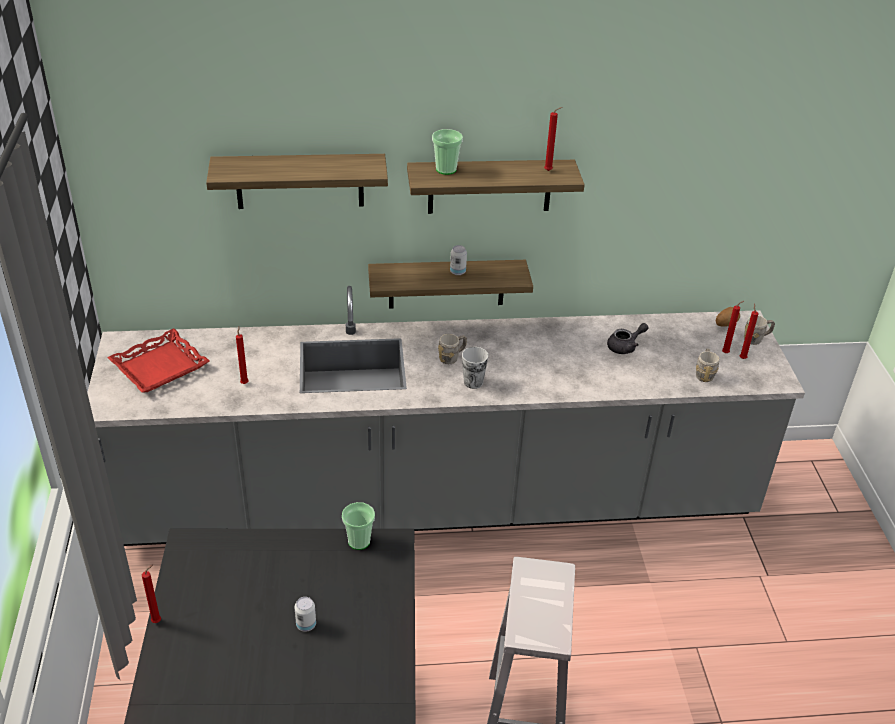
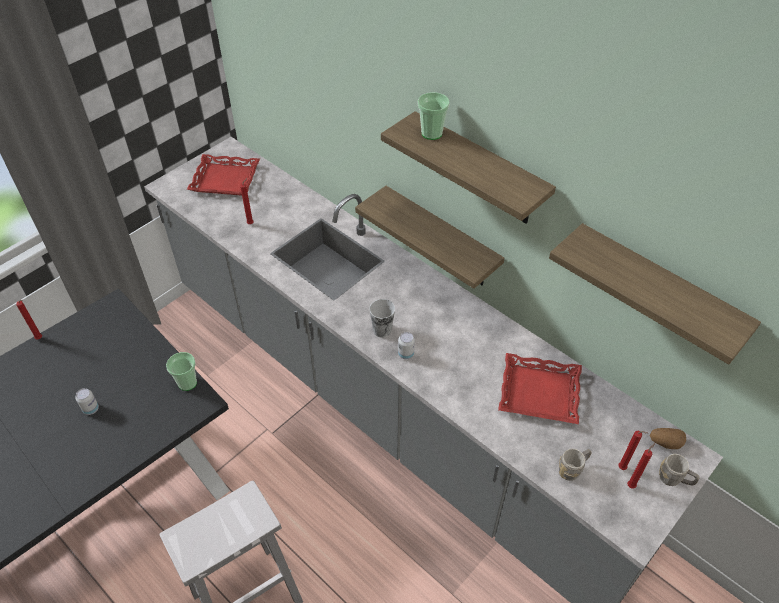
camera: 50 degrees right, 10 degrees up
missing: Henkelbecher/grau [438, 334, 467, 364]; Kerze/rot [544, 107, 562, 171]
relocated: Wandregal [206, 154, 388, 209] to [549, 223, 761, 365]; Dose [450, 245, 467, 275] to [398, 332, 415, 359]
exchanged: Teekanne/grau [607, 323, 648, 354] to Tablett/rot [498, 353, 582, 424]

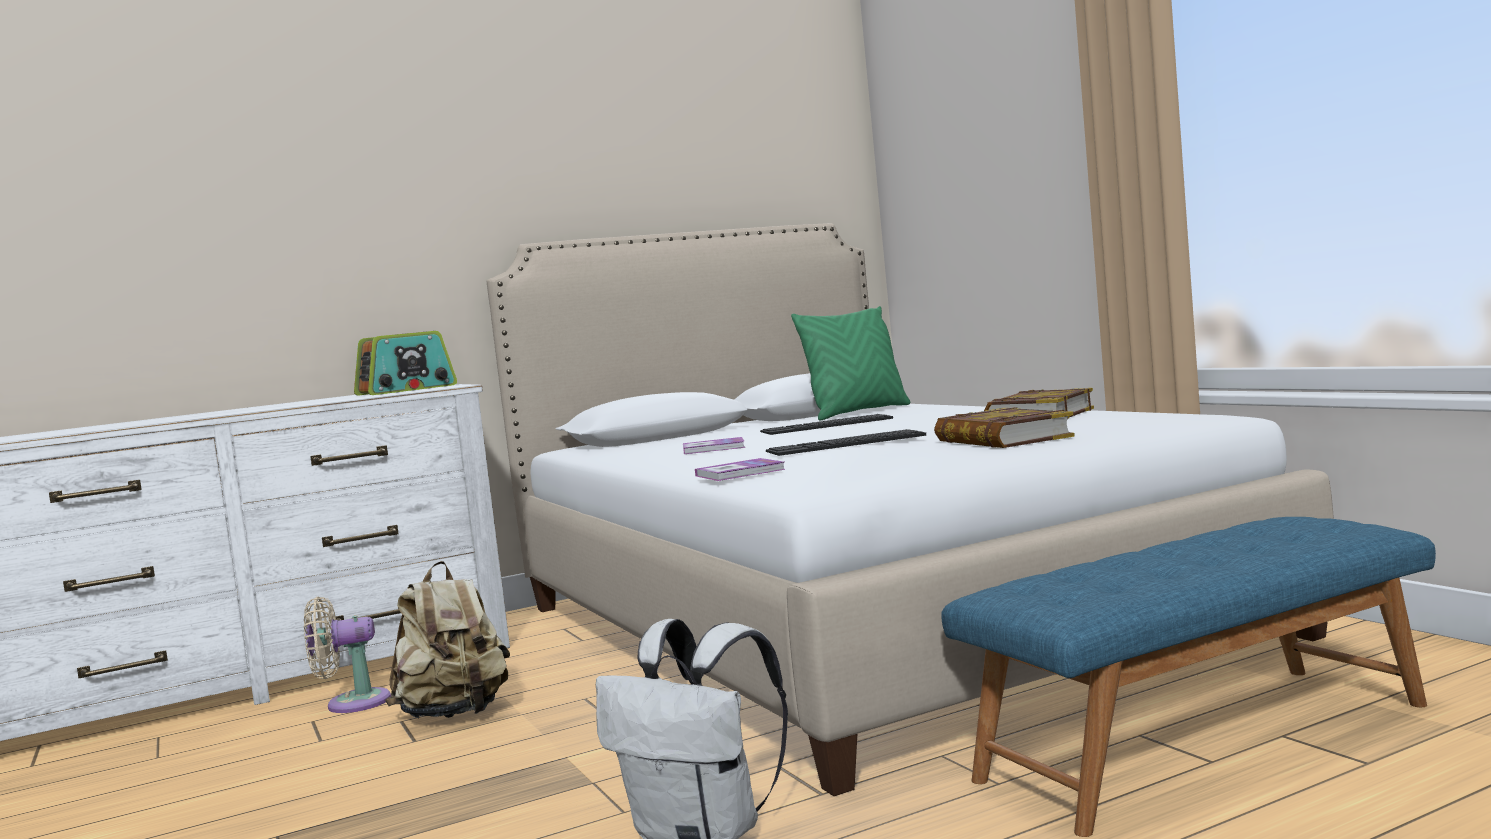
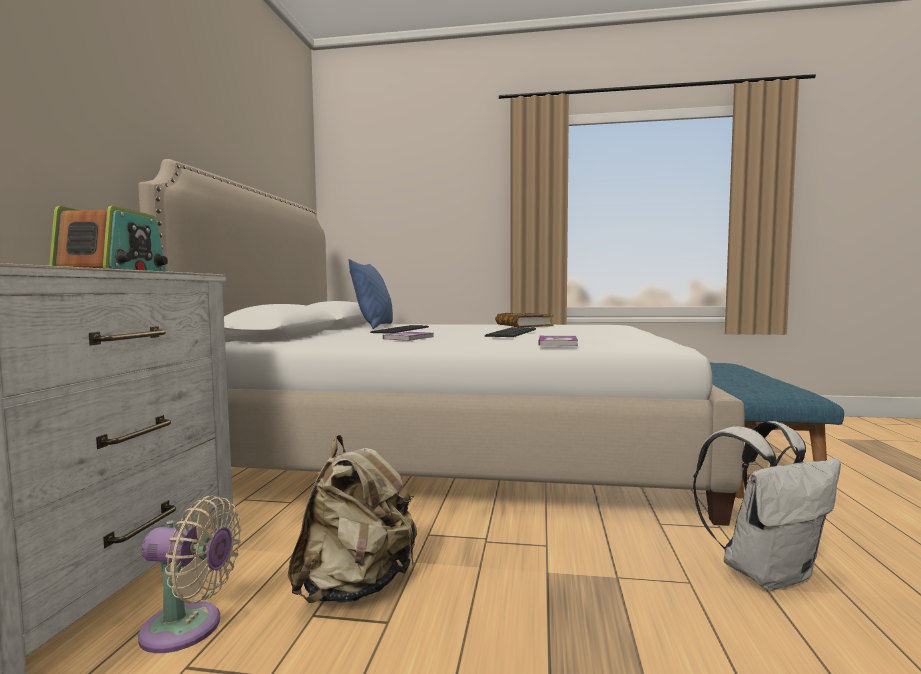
camera: 55 degrees left, 0 degrees up
missing: Buch [934, 407, 1075, 448]
colour: Kissen/grün [791, 306, 910, 420] to Kissen/blau [349, 259, 393, 329]
spun: Ventilator/beige [304, 597, 391, 713] = [138, 496, 241, 653] 105 degrees counterclockwise

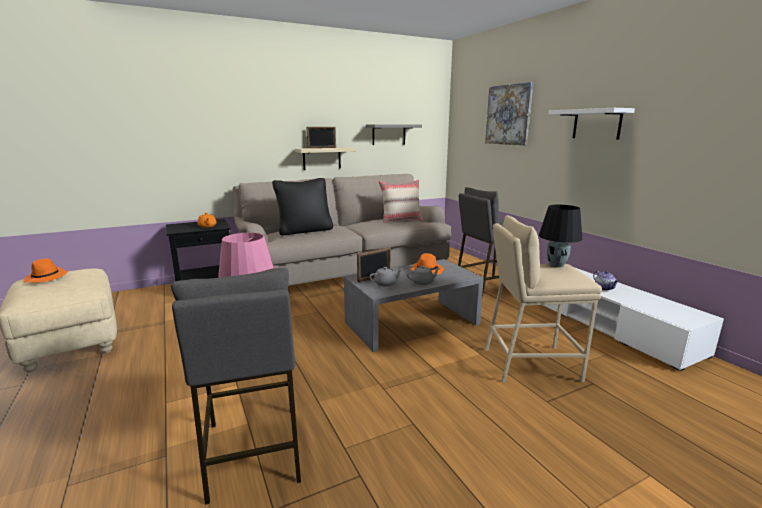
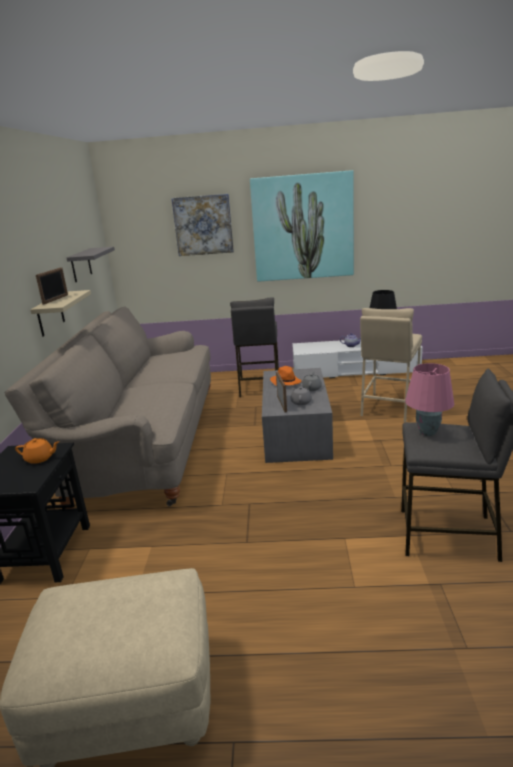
camera: 60 degrees left, 5 degrees up
missing: Hut/orange [24, 258, 68, 283]; Kissen/schwarz [272, 178, 333, 235]; Kissen/beige [379, 179, 423, 223]
exchanged: Wandregal/weiß [548, 108, 635, 140] to Bild [250, 170, 354, 282]

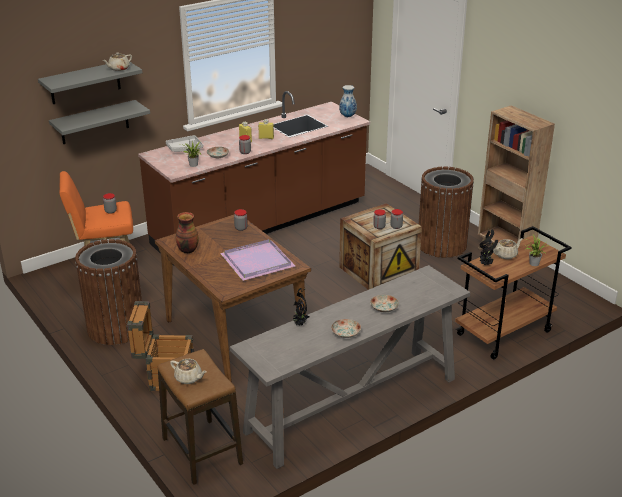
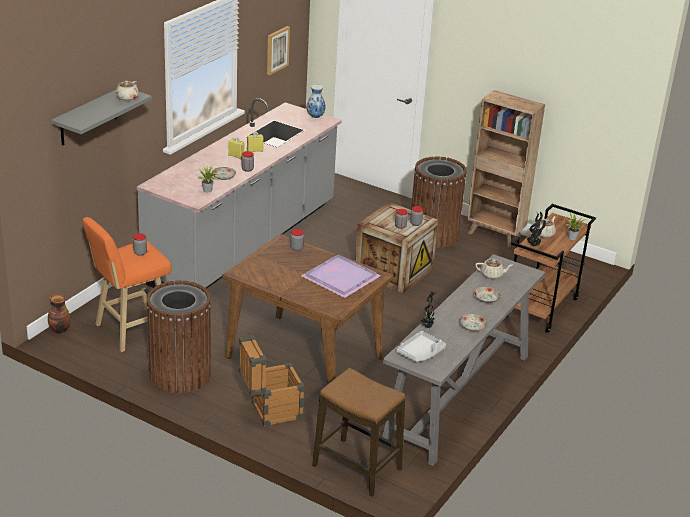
camera: 25 degrees left, 0 degrees up
missing: Wandregal/grau [49, 100, 150, 144]
appeared: Bild [267, 26, 290, 75]
relocated: Tablett/grau [166, 135, 203, 152] to [396, 331, 446, 362]; Teekanne/beige [170, 359, 207, 384] to [475, 259, 513, 279]; Vase [176, 212, 198, 254] to [48, 294, 70, 333]
colour: Küchenzeile/braun [138, 91, 370, 266] to Küchenzeile/grau [137, 98, 342, 289]

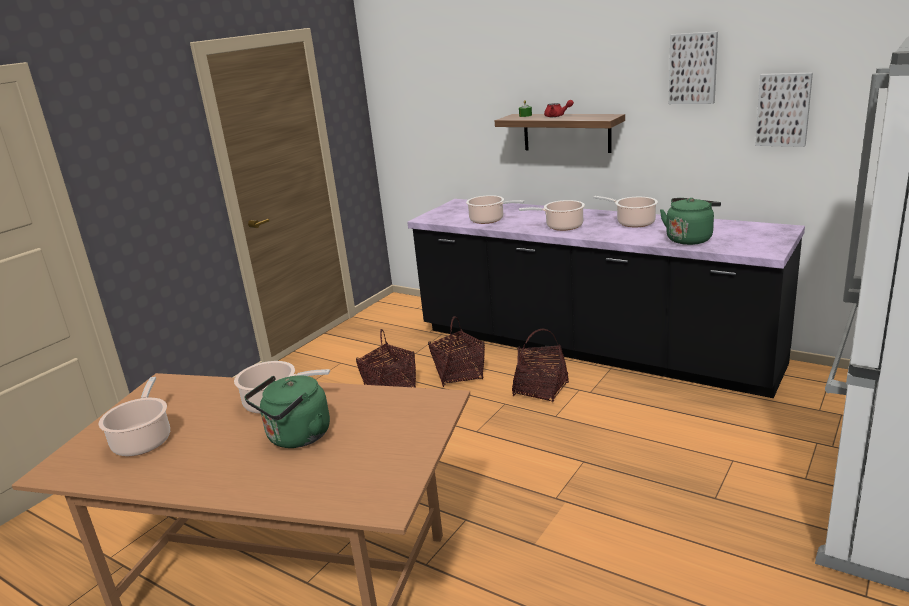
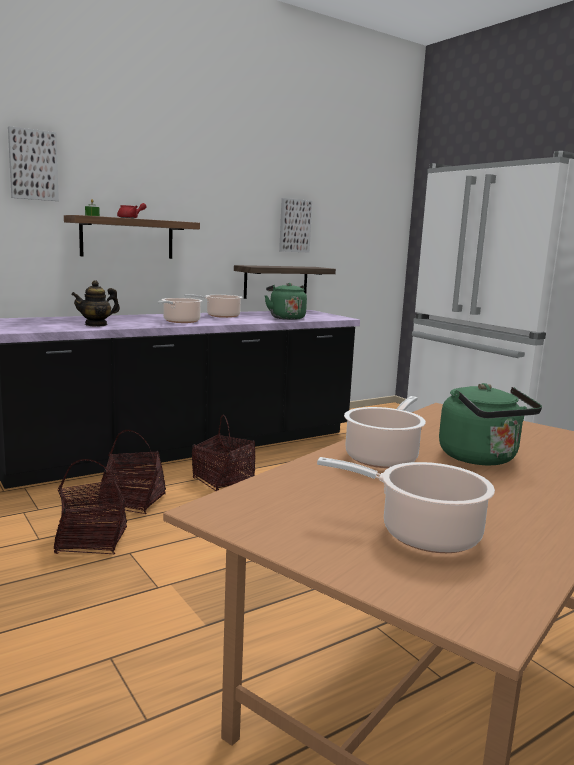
camera: 70 degrees left, 10 degrees down
appeared: Wandregal [234, 265, 336, 299]
relocated: Bild [669, 31, 718, 104] to [8, 126, 59, 201]
exchanged: Kochtopf [466, 195, 524, 224] to Teekanne [71, 280, 120, 326]

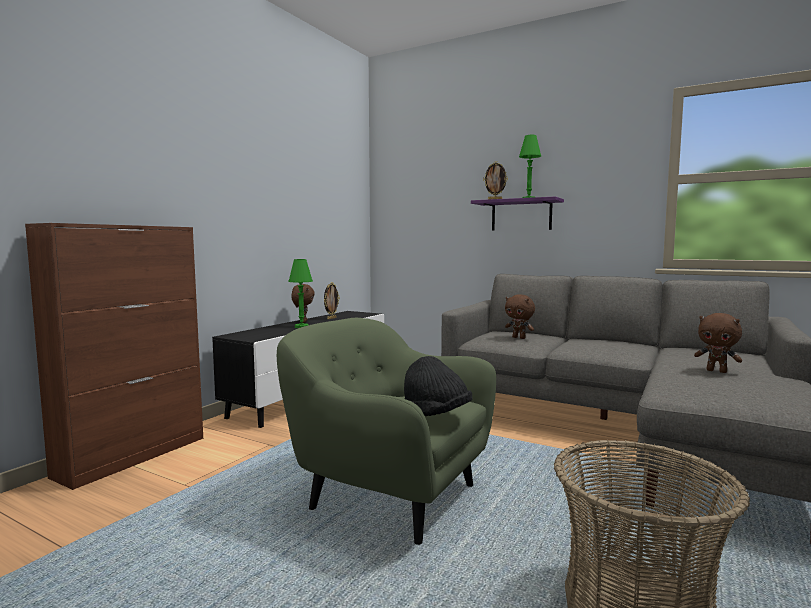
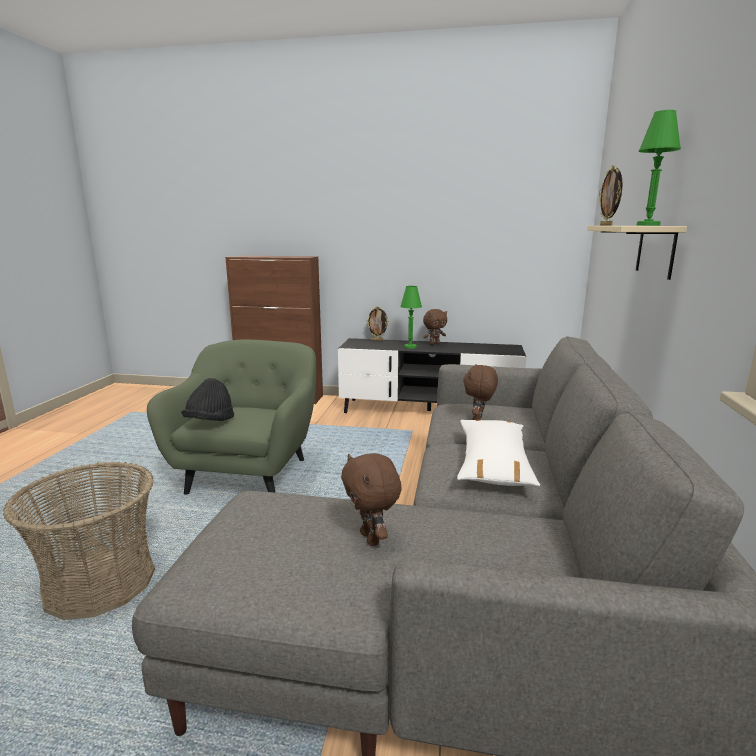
camera: 70 degrees right, 10 degrees up
appeared: Kissen/weiß [457, 420, 540, 486]
relocated: Bilderrahmen [324, 282, 340, 319] to [367, 306, 389, 341]
colour: Wandregal/lila [471, 197, 564, 230] to Wandregal/beige [587, 226, 687, 280]
spun: Plüschtier/braun [694, 313, 742, 373] = [341, 453, 402, 546] 45 degrees counterclockwise

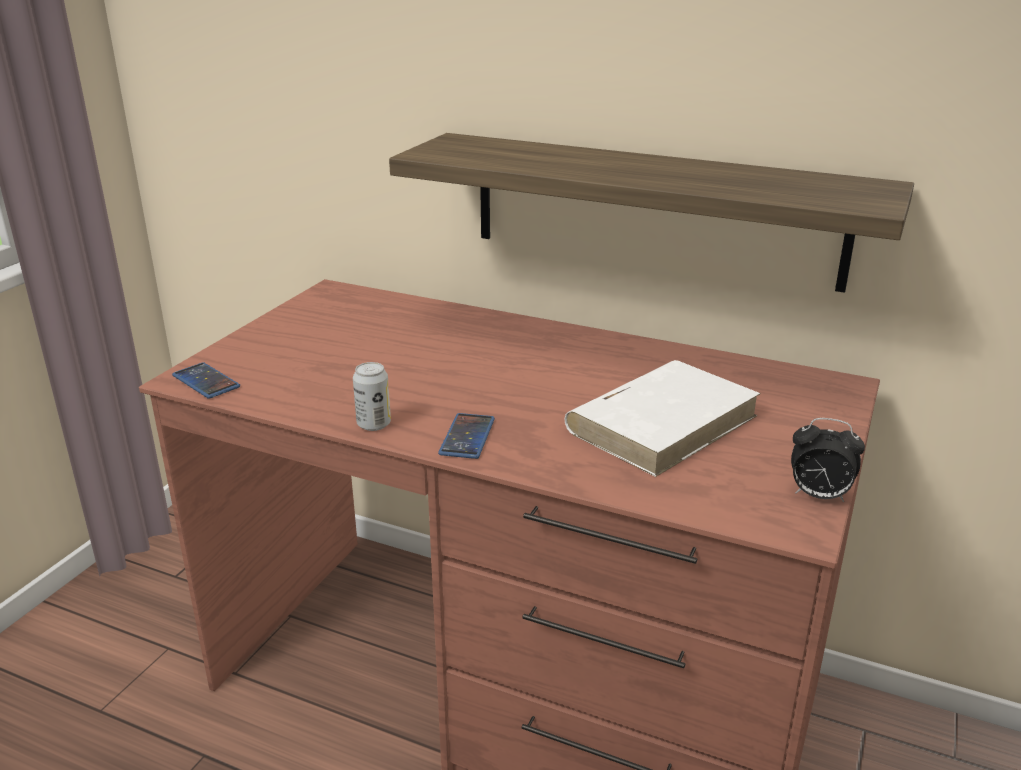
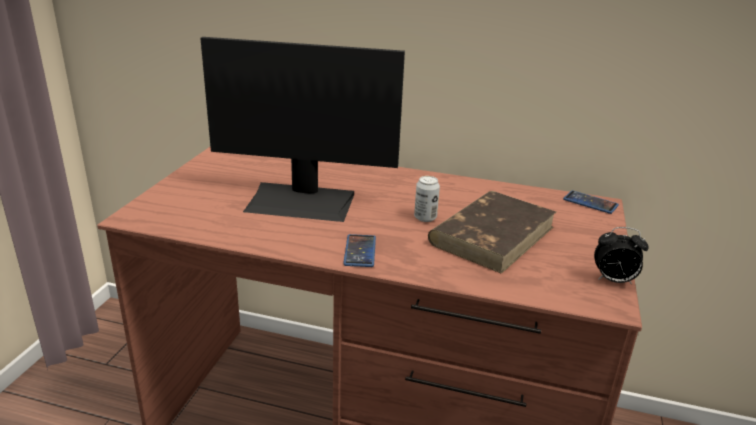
camera: 10 degrees left, 0 degrees up
missing: Wandregal [389, 133, 914, 293]
appeared: Monitor [200, 37, 405, 222]
relocated: Handy [172, 362, 240, 399] to [563, 190, 619, 214]; Dose [353, 362, 391, 431] to [414, 176, 440, 222]
colour: Buch/weiß [565, 360, 761, 477] to Buch/braun [428, 191, 556, 274]

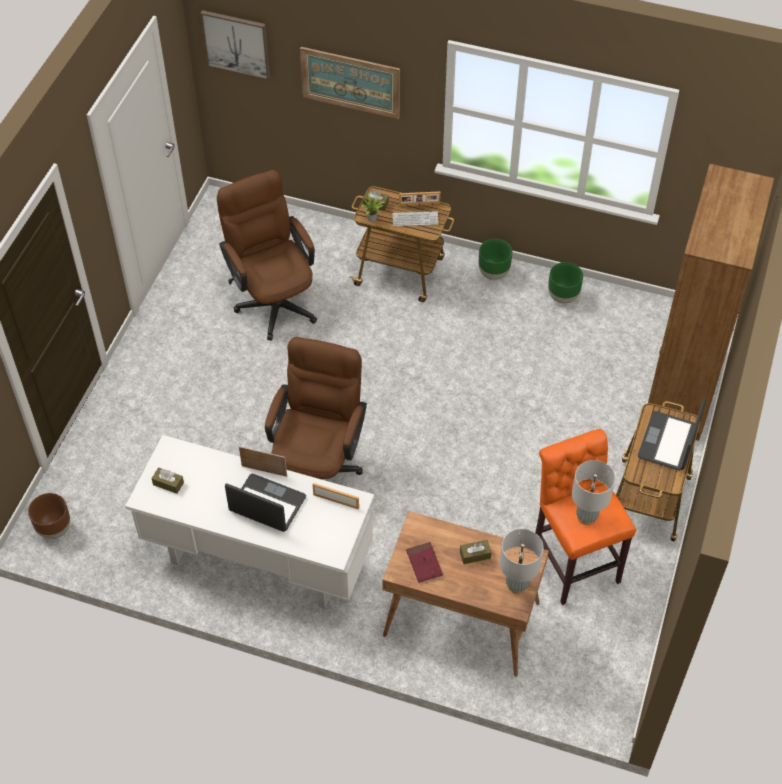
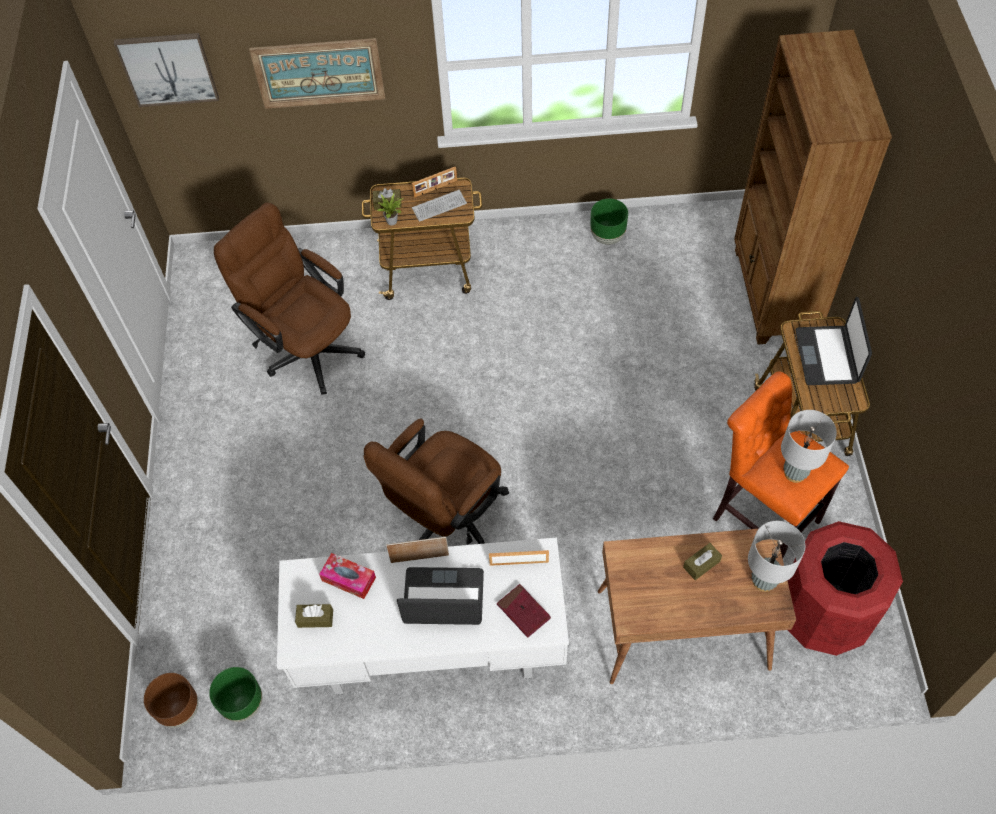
camera: 20 degrees left, 5 degrees up
appeared: Taschentuchbox [319, 553, 376, 599]; Mülleimer/rot [787, 521, 903, 656]
relocated: Buch/rot [406, 542, 443, 583] to [497, 584, 551, 638]; Pflanzkübel/grün [479, 239, 512, 280] to [209, 667, 262, 722]
spun: Bürostuhl/braun [265, 337, 367, 480] = [363, 419, 509, 544] 135 degrees counterclockwise

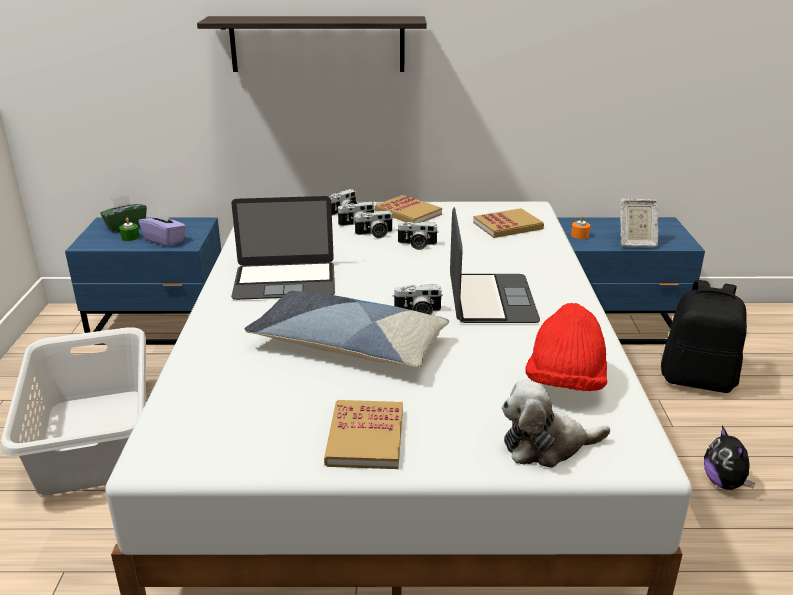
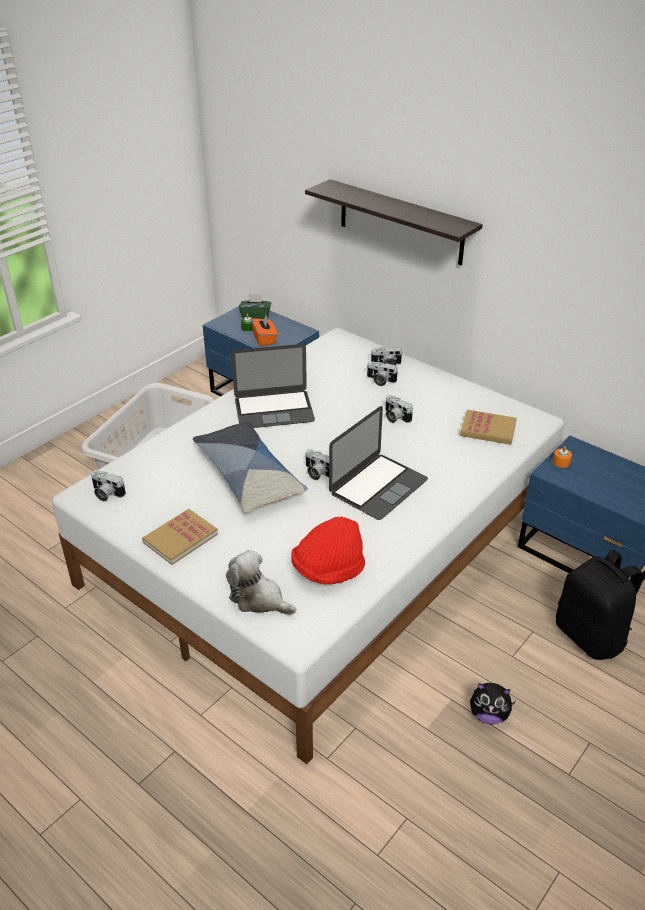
camera: 40 degrees right, 10 degrees up
missing: Buch [375, 195, 442, 223]; Bilderrahmen [620, 199, 658, 247]
relocated: Kamera [353, 210, 394, 238] to [91, 470, 126, 501]
colour: Taschentuchbox/lila [139, 208, 187, 247] to Taschentuchbox/orange [251, 315, 277, 346]
spun: Laptop [231, 196, 335, 300] = [231, 344, 315, 428] 45 degrees counterclockwise; Plüschtier [704, 425, 755, 490] = [470, 683, 515, 725] 105 degrees counterclockwise

